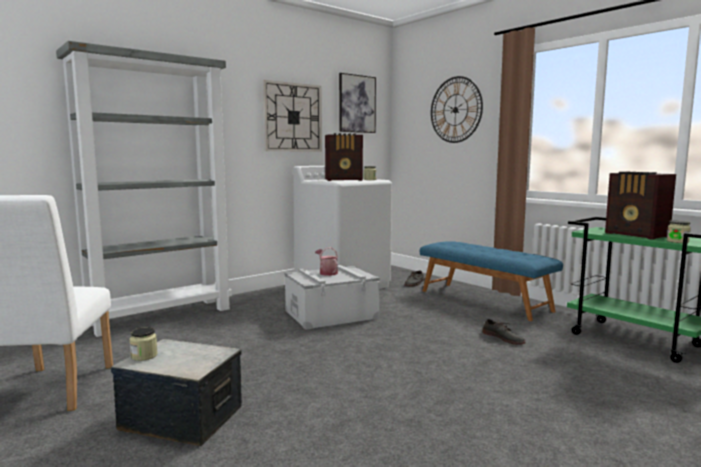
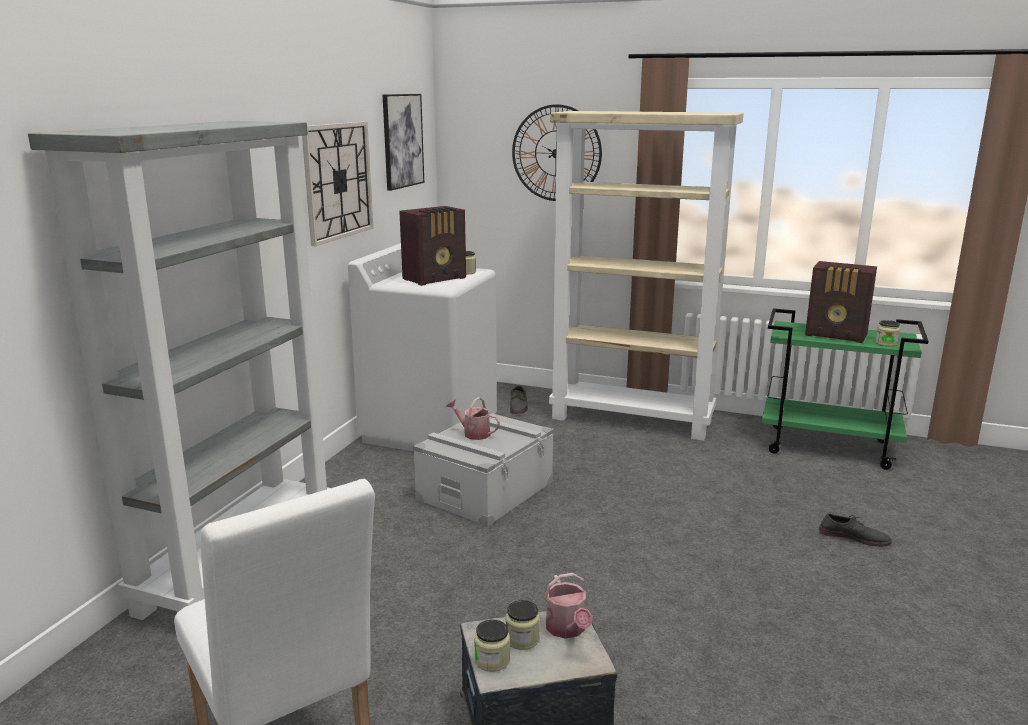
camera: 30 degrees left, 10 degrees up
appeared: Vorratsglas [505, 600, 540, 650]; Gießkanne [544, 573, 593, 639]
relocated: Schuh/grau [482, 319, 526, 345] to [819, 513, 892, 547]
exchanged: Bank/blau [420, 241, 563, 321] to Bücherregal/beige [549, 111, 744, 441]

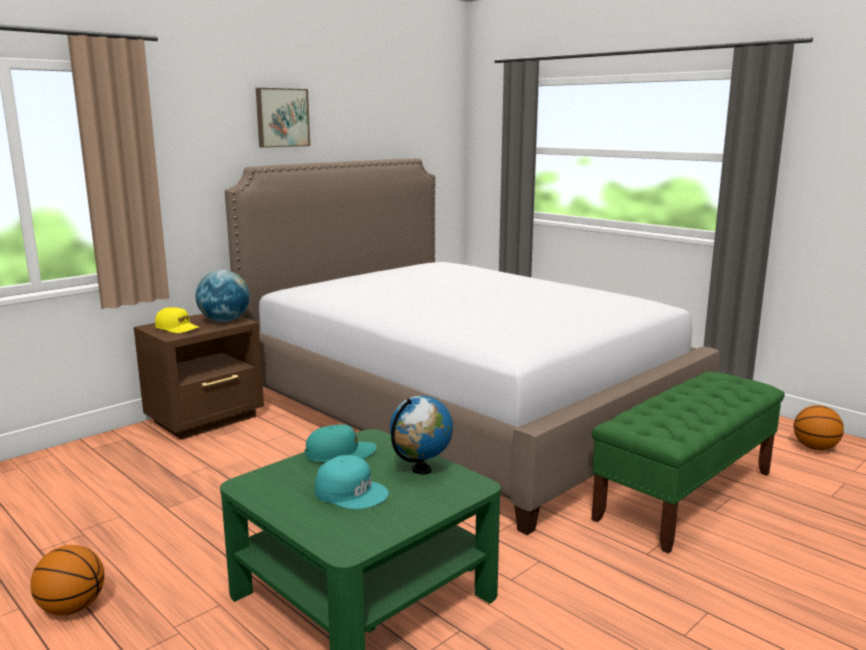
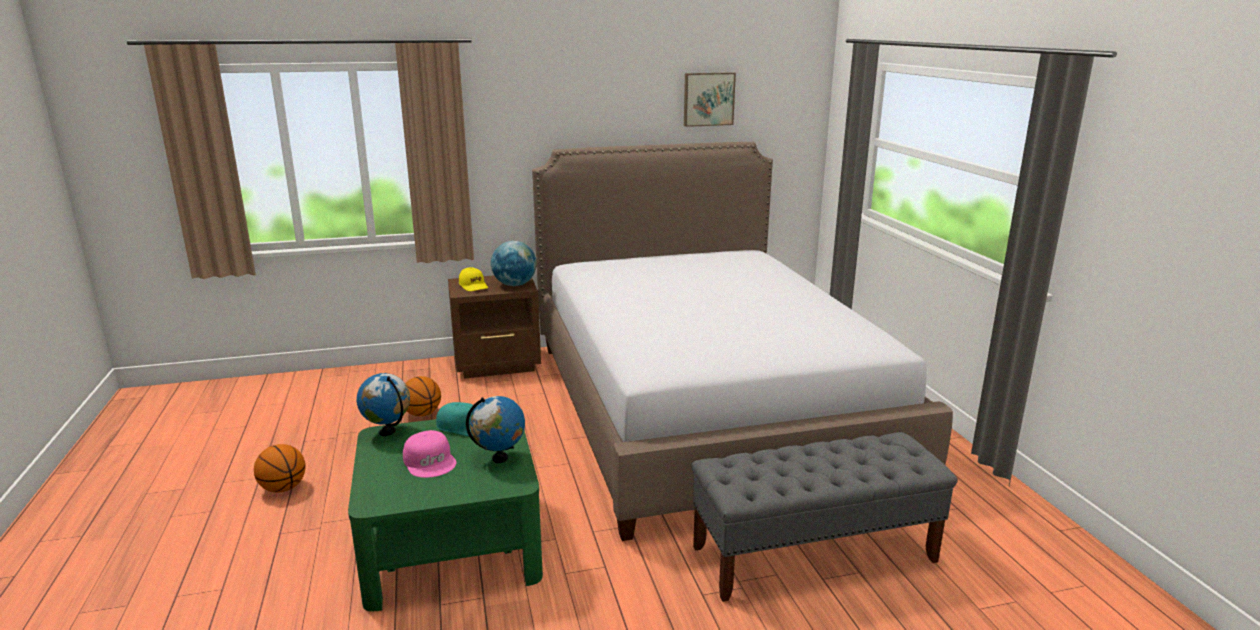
camera: 30 degrees right, 5 degrees up
appeared: Globus [357, 373, 410, 436]
relocated: Bild [256, 88, 310, 148] to [684, 72, 736, 127]; Basketball [794, 405, 844, 450] to [405, 376, 441, 416]
colour: Kappe/türkis [315, 455, 389, 509] to Kappe/rosa [403, 430, 456, 478]; Bank/grün [591, 372, 785, 554] to Bank/grau [691, 432, 958, 602]

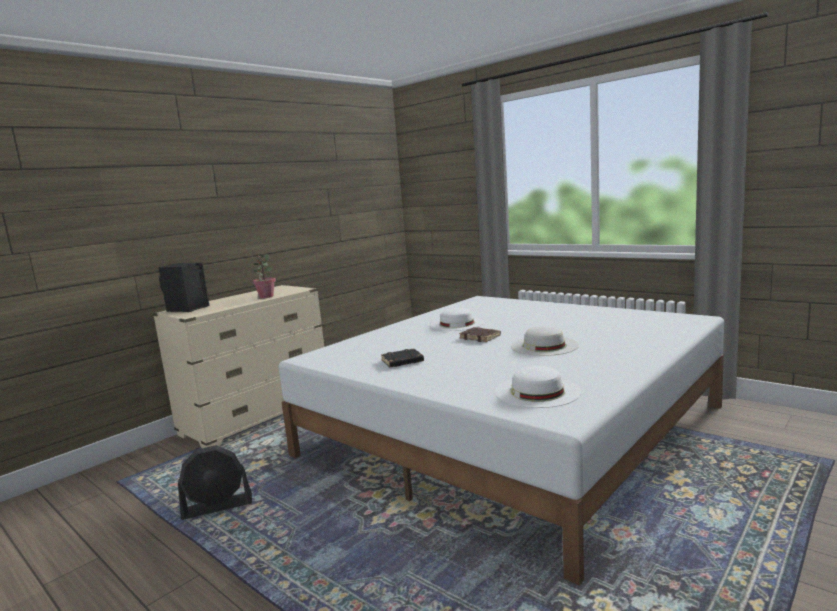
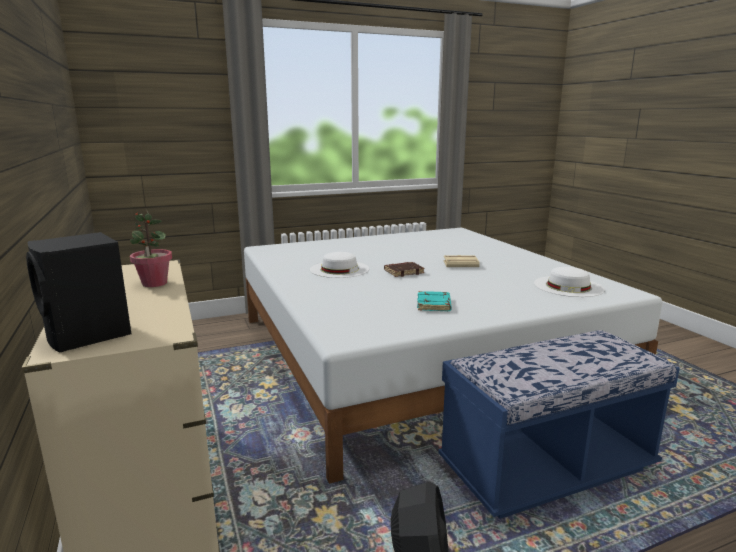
camera: 65 degrees left, 5 degrees up
appeared: Bank/blau [438, 330, 680, 519]
exchanged: Hut/weiß [511, 326, 579, 356] to Buch/beige [443, 255, 480, 267]
colour: Buch/schwarz [381, 348, 424, 367] to Buch/türkis [417, 291, 452, 311]

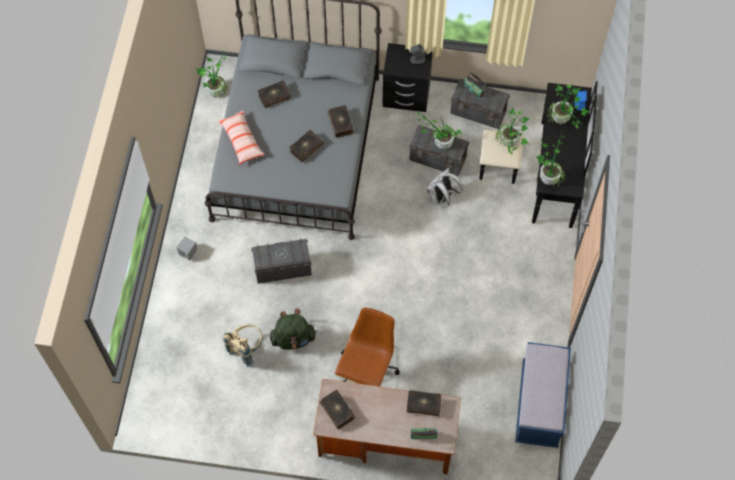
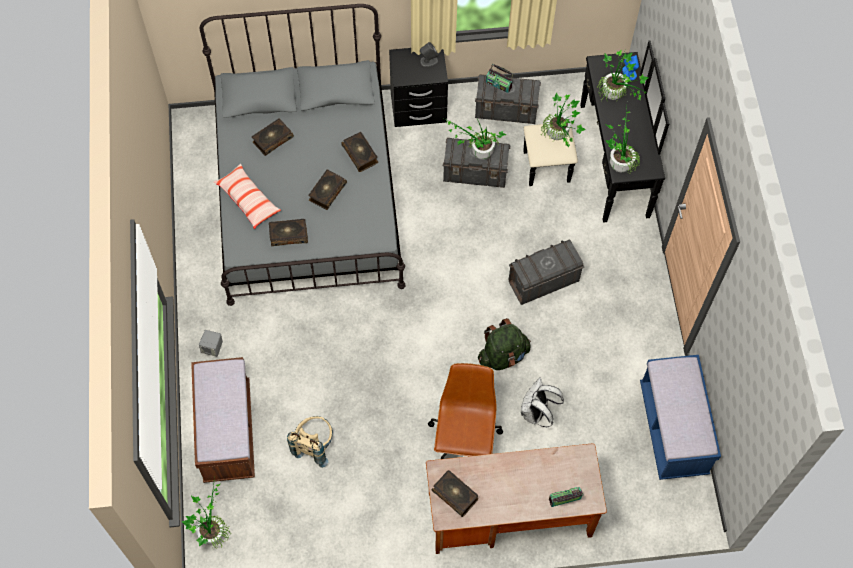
camera: 15 degrees left, 0 degrees up
appeared: Bank/braun [191, 357, 255, 483]
relocated: Topfpflanze [196, 51, 229, 99] to [181, 478, 231, 549]; Aufbewahrungsbox/grau [251, 238, 312, 284] to [509, 240, 584, 305]; Rucksack/grün [270, 309, 316, 350] to [478, 318, 531, 370]; Buch [407, 390, 441, 416] to [269, 219, 308, 246]; Rucksack/weiß [427, 168, 463, 208] to [521, 378, 564, 427]

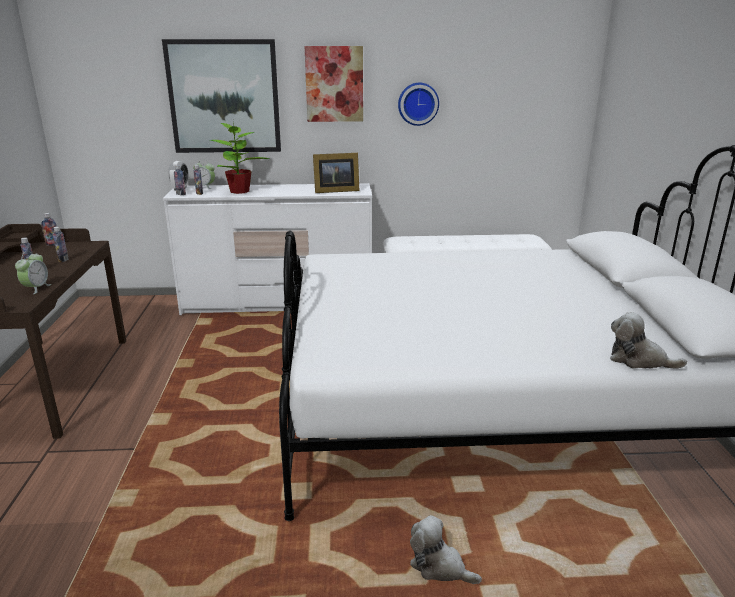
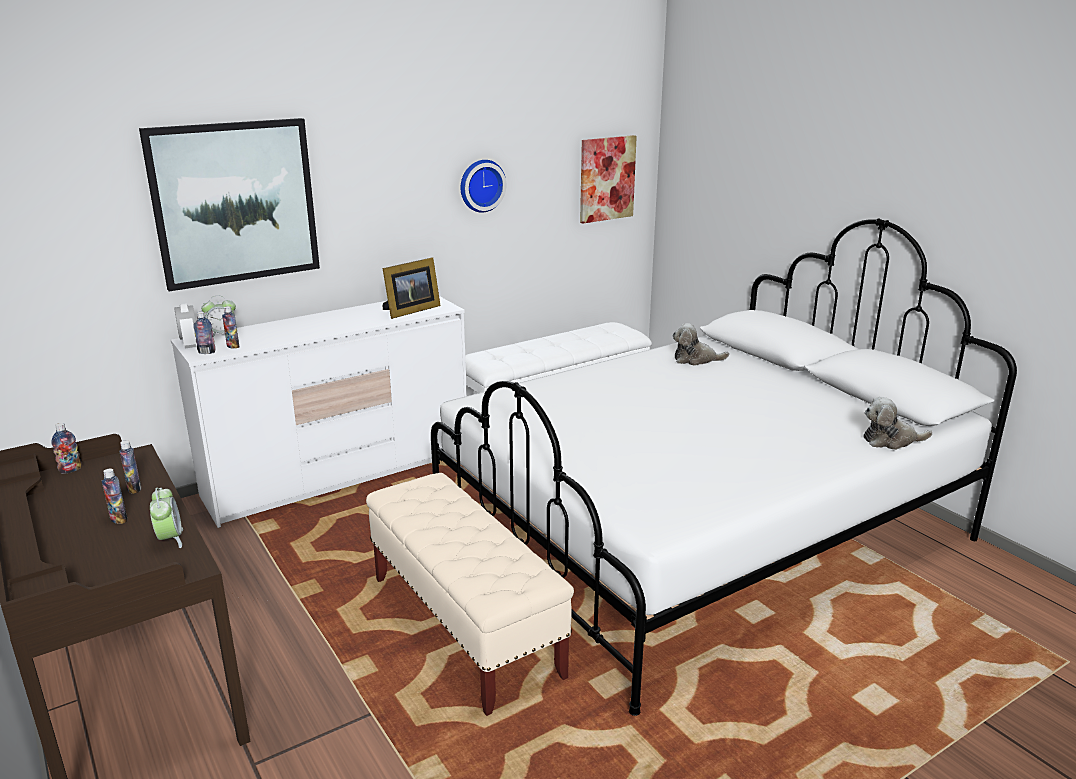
camera: 30 degrees left, 0 degrees up
missing: Topfpflanze [210, 120, 269, 194]
appeared: Bank/beige [366, 473, 574, 716]
relocated: Bild [305, 46, 363, 122] to [580, 135, 637, 224]; Plüschtier [410, 515, 482, 584] to [672, 323, 729, 366]

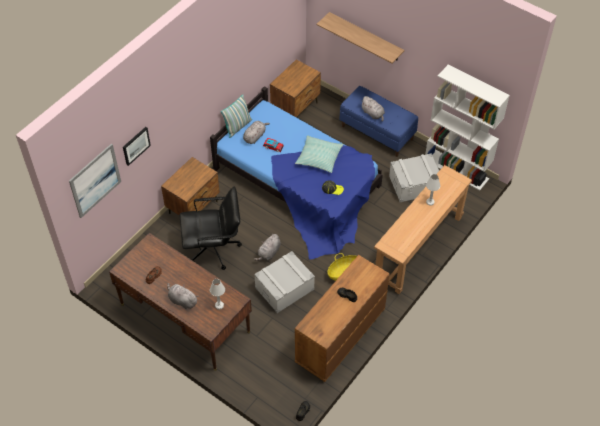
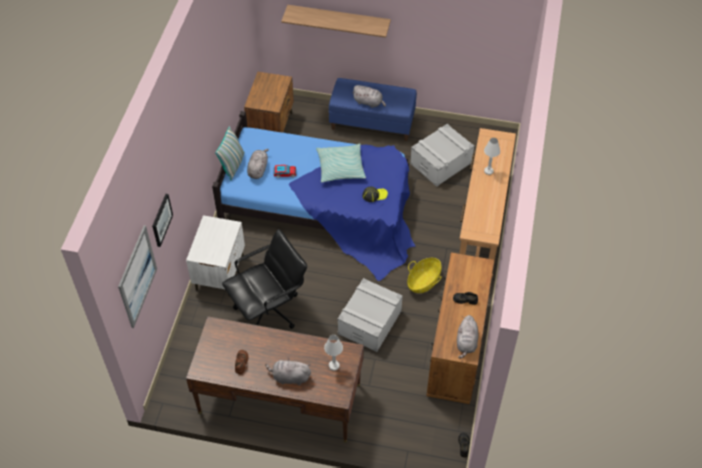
camera: 25 degrees left, 0 degrees up
missing: Bücherregal/weiß [425, 65, 510, 191]
relocated: Plüschtier/grau [254, 234, 281, 261] to [457, 315, 478, 359]
colour: Nachttisch/braun [161, 157, 220, 216] to Nachttisch/weiß [186, 215, 245, 295]

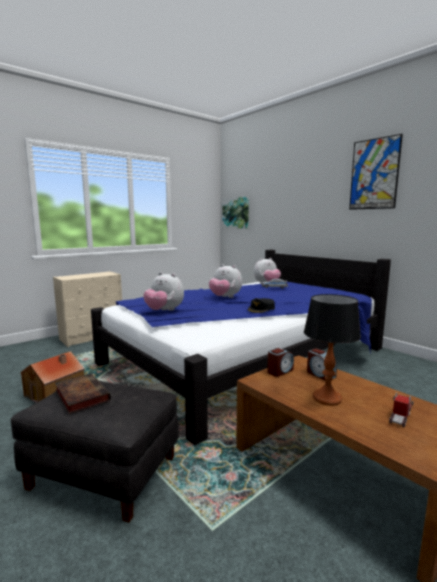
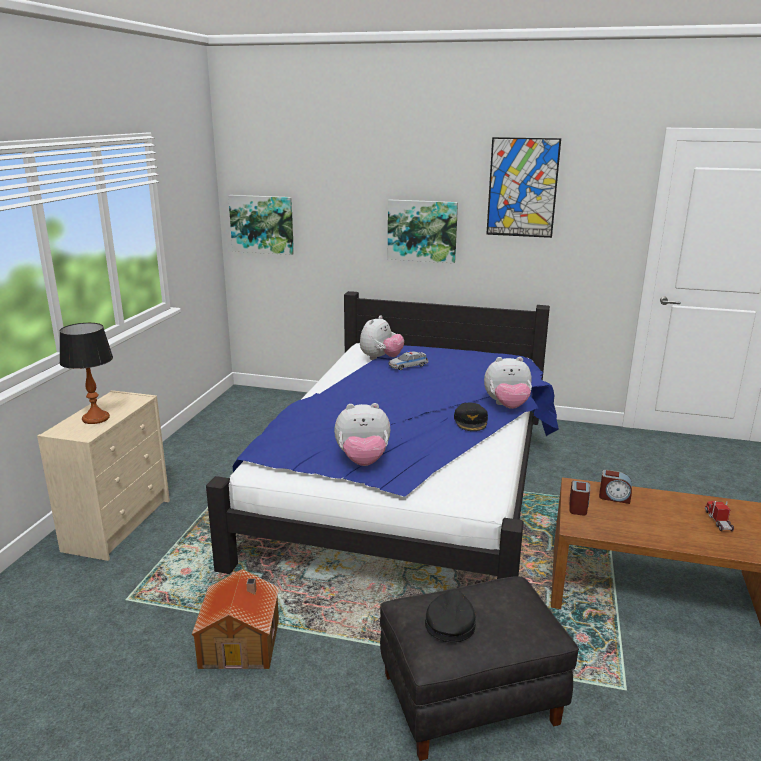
camera: 35 degrees left, 10 degrees up
appeared: Bild [388, 200, 458, 263]
relocated: Plüschtier [209, 264, 242, 298] to [484, 357, 532, 409]; Tischlampe [304, 294, 361, 406] to [60, 323, 113, 424]
exchanged: Buch [55, 373, 111, 414] to Kappe/schwarz [425, 590, 476, 642]

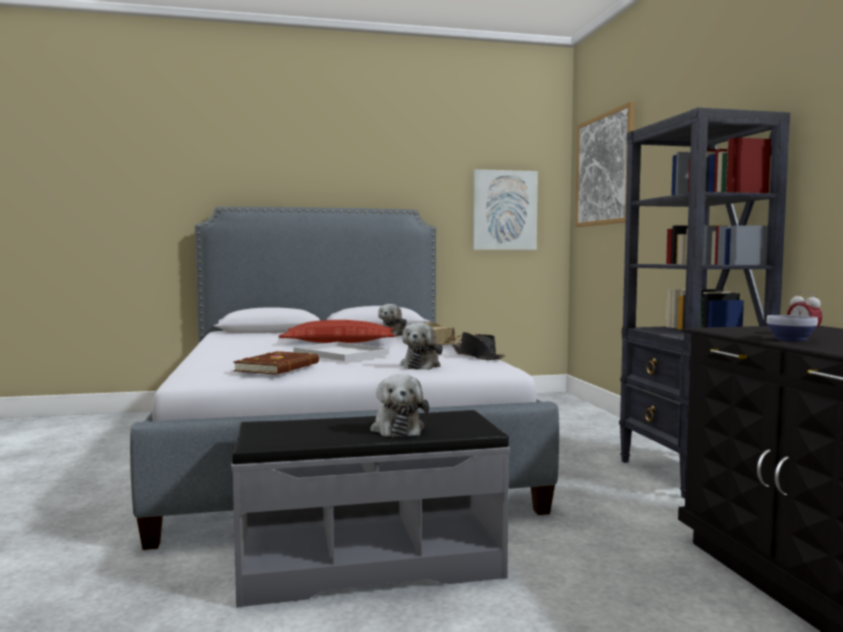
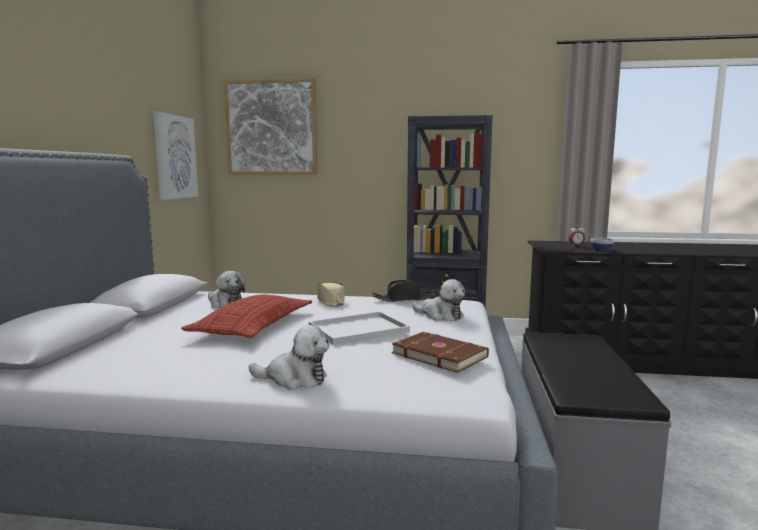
camera: 70 degrees left, 5 degrees up
relocated: Plüschtier [370, 374, 429, 437] to [249, 325, 329, 390]

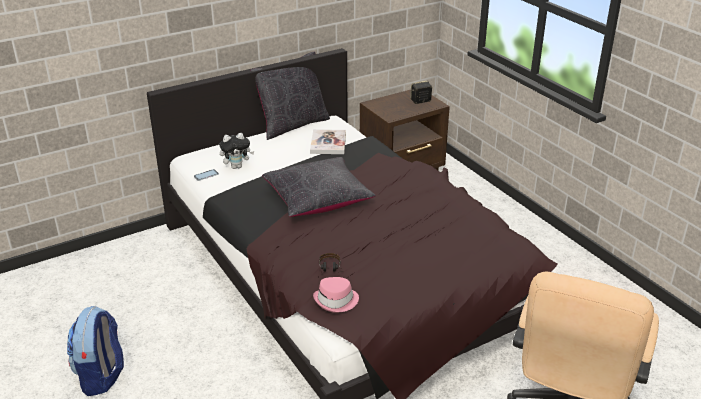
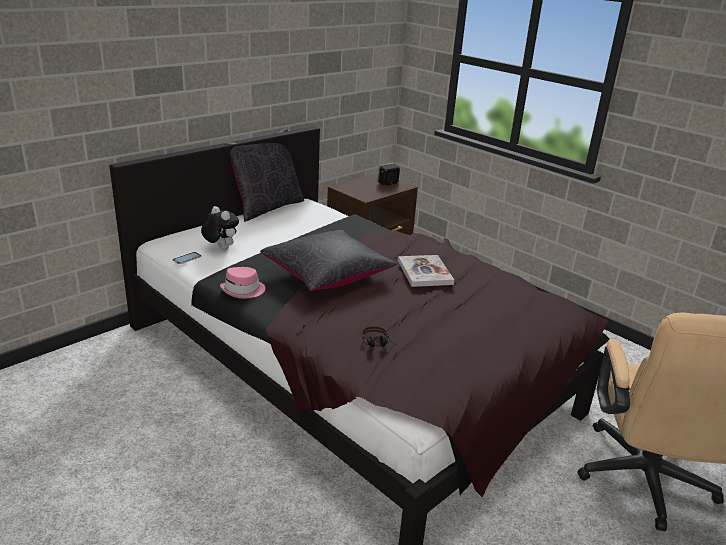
camera: 15 degrees left, 5 degrees down
missing: Rucksack [67, 306, 124, 396]
relocated: Buch [310, 129, 346, 154] to [398, 255, 454, 287]; Hut/rosa [313, 277, 359, 313] to [220, 267, 265, 299]
spun: Plüschtier [219, 133, 254, 169] = [201, 206, 239, 250] 105 degrees counterclockwise

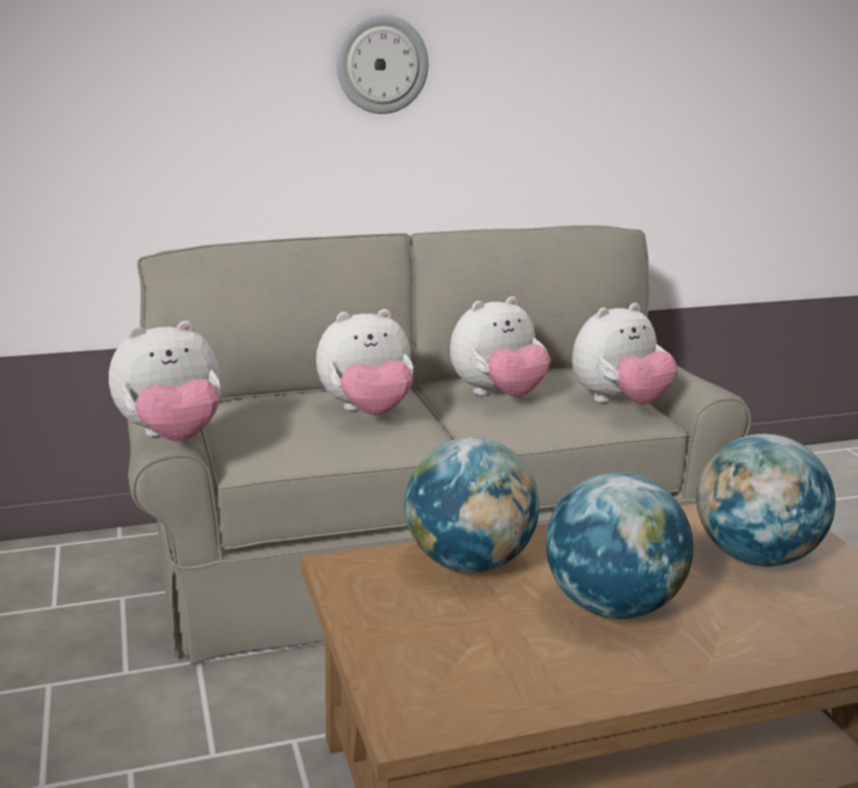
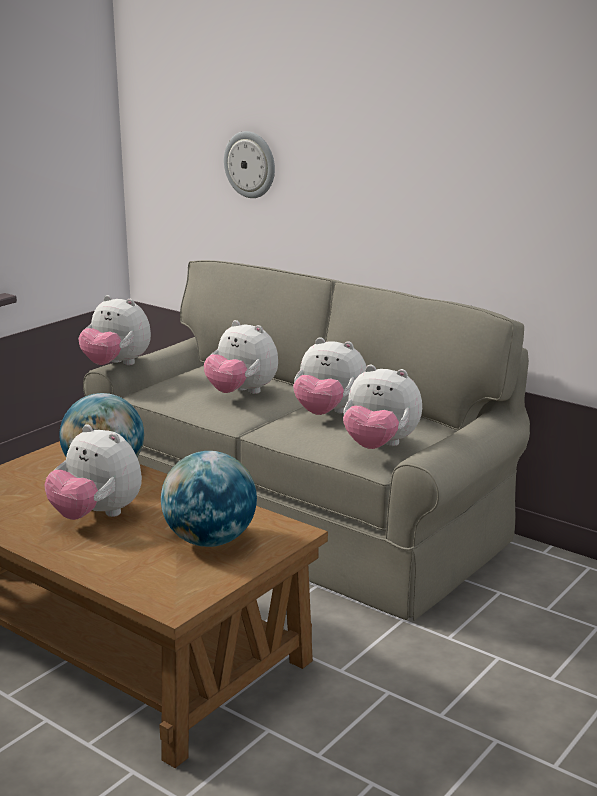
camera: 55 degrees right, 0 degrees up
relocated: Wanduhr [336, 14, 428, 114] to [224, 131, 275, 198]
exchanged: Globus [546, 472, 693, 619] to Plüschtier [45, 424, 142, 520]

